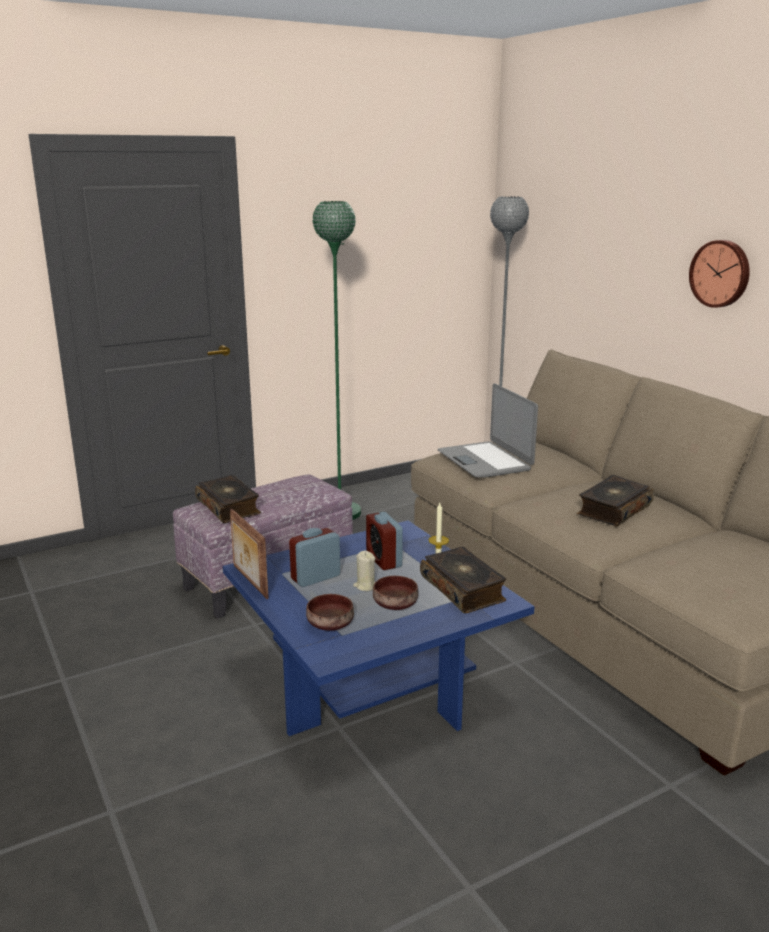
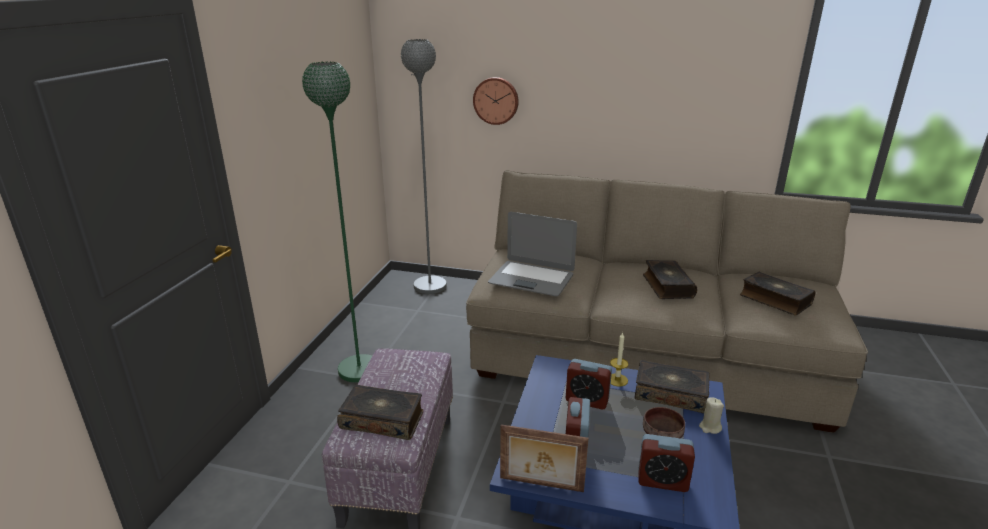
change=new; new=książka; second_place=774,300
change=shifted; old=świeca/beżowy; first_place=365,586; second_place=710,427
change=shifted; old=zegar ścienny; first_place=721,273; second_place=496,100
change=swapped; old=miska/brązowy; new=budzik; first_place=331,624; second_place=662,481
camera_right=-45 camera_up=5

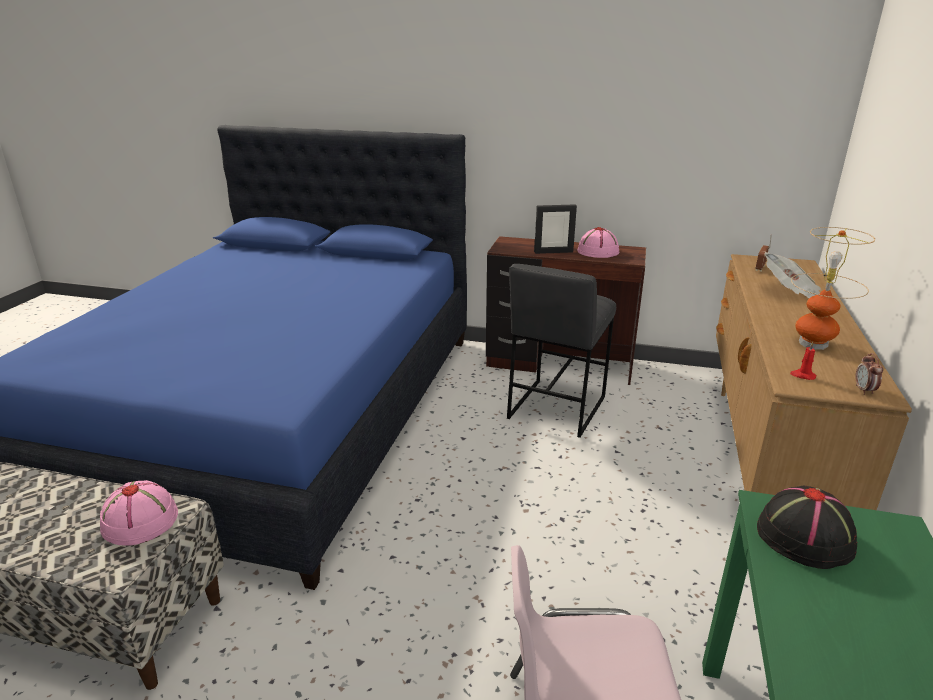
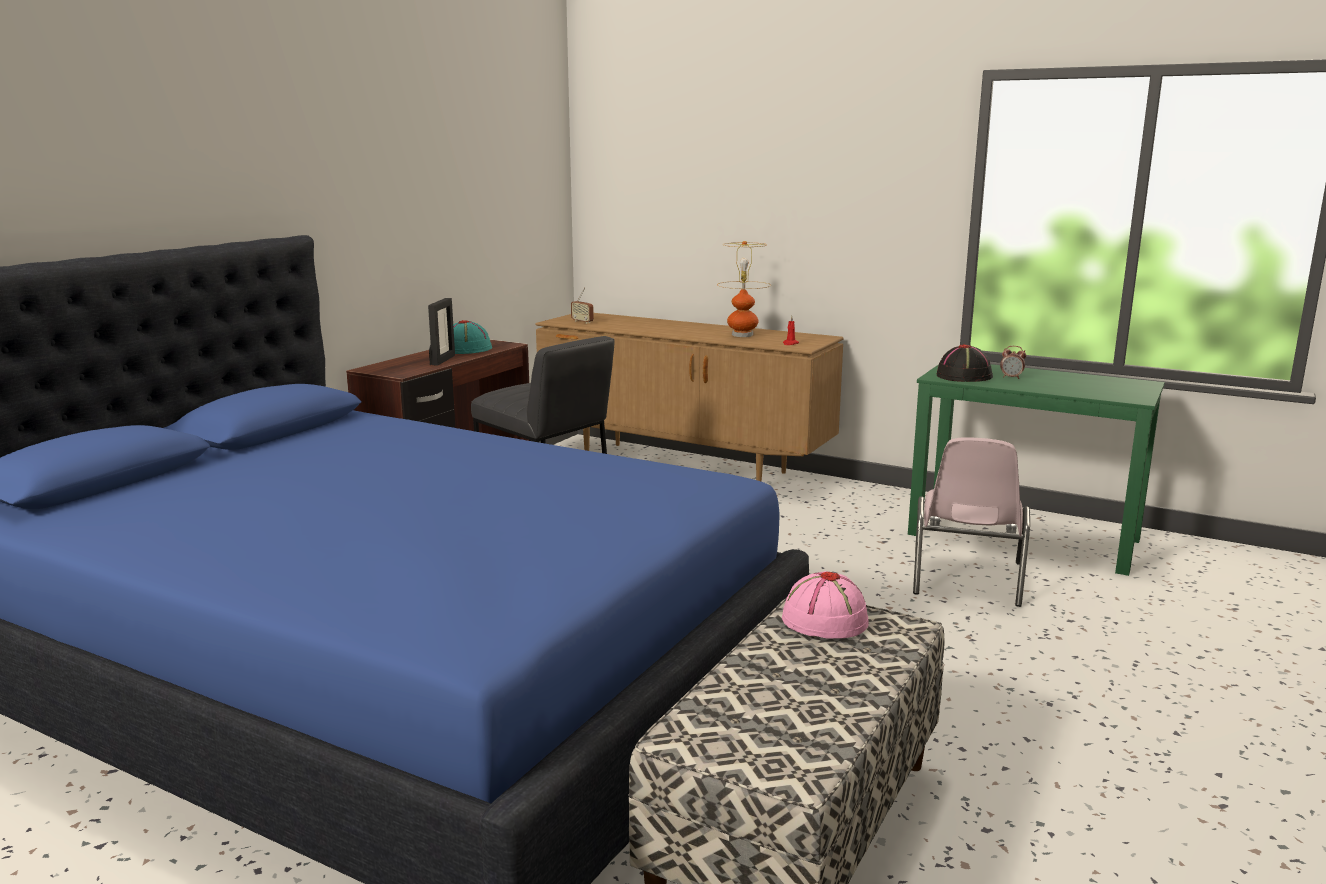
change=gone; old=gazeta; first_place=790,293
change=shifted; old=budzik; first_place=864,390; second_place=1011,377
change=repainted; old=kapelusz/różowy; new=kapelusz/turkusowy; first_place=598,252; second_place=467,349
camera_right=-75 camera_up=-10

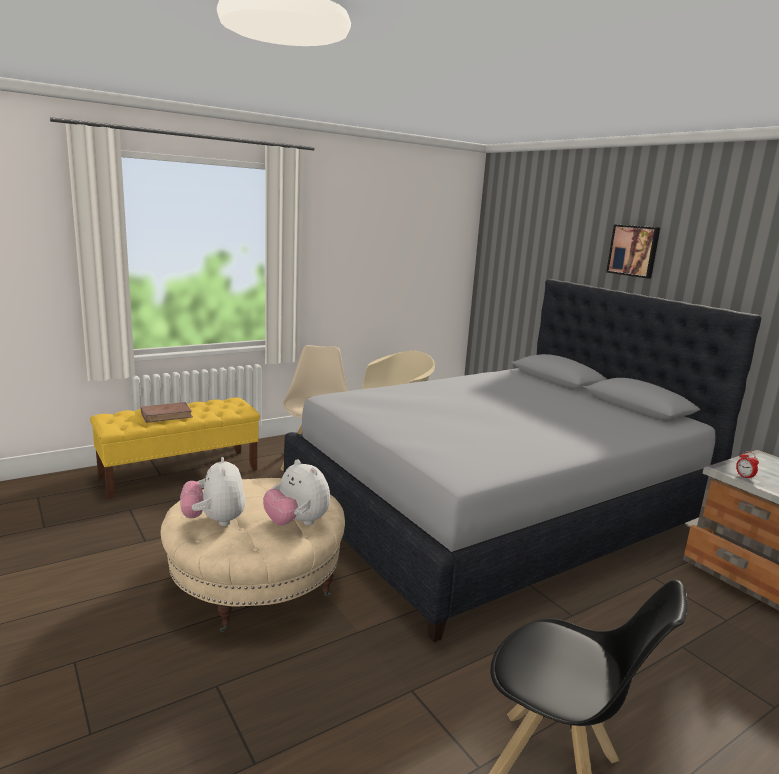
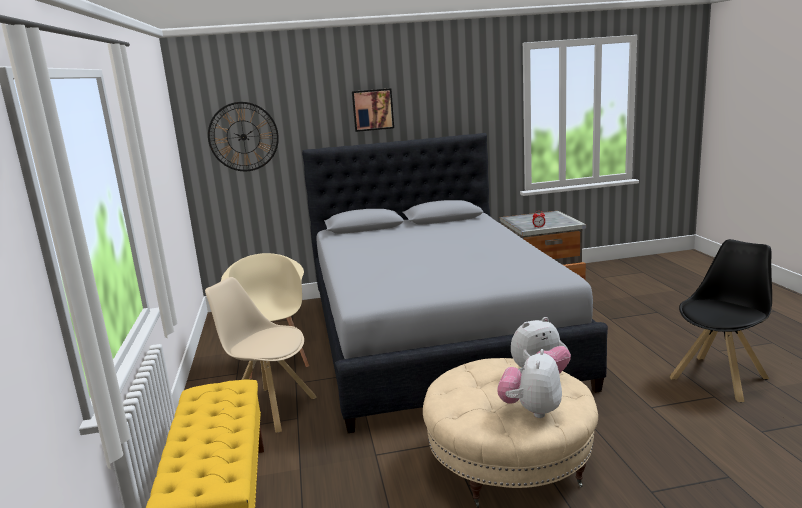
change=gone; old=książka/brązowy; first_place=166,415
change=new; new=zegar ścienny; second_place=243,137
change=rotated; old=pluszak; first_place=215,521; second_place=531,410; degrees=105
camera_right=-65 camera_up=0

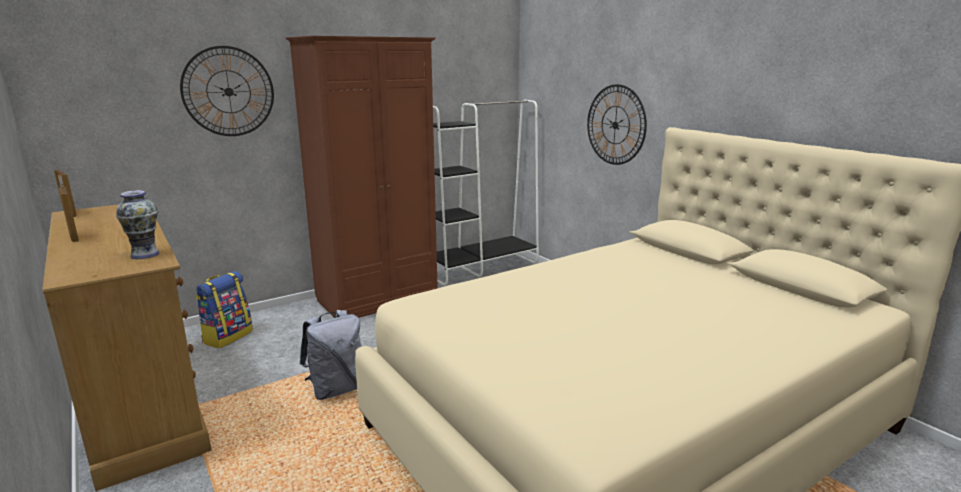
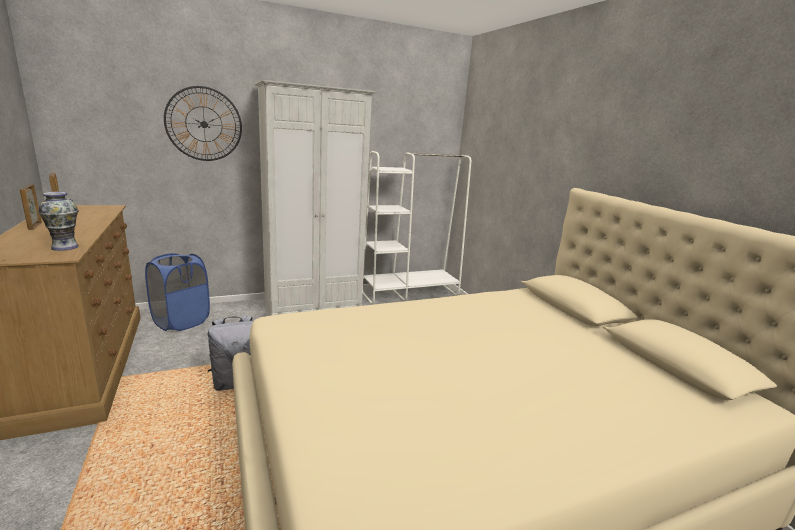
change=gone; old=zegar ścienny; first_place=615,125
change=swapped; old=plecak; new=kosz na pranie/niebieski; first_place=227,337; second_place=181,321
change=repainted; old=szafa/brązowy; new=szafa/biały; first_place=377,298; second_place=312,307
change=repainted; old=wieszak/czarny; new=wieszak/biały; first_place=482,269; second_place=410,294
camera_right=10 camera_up=0

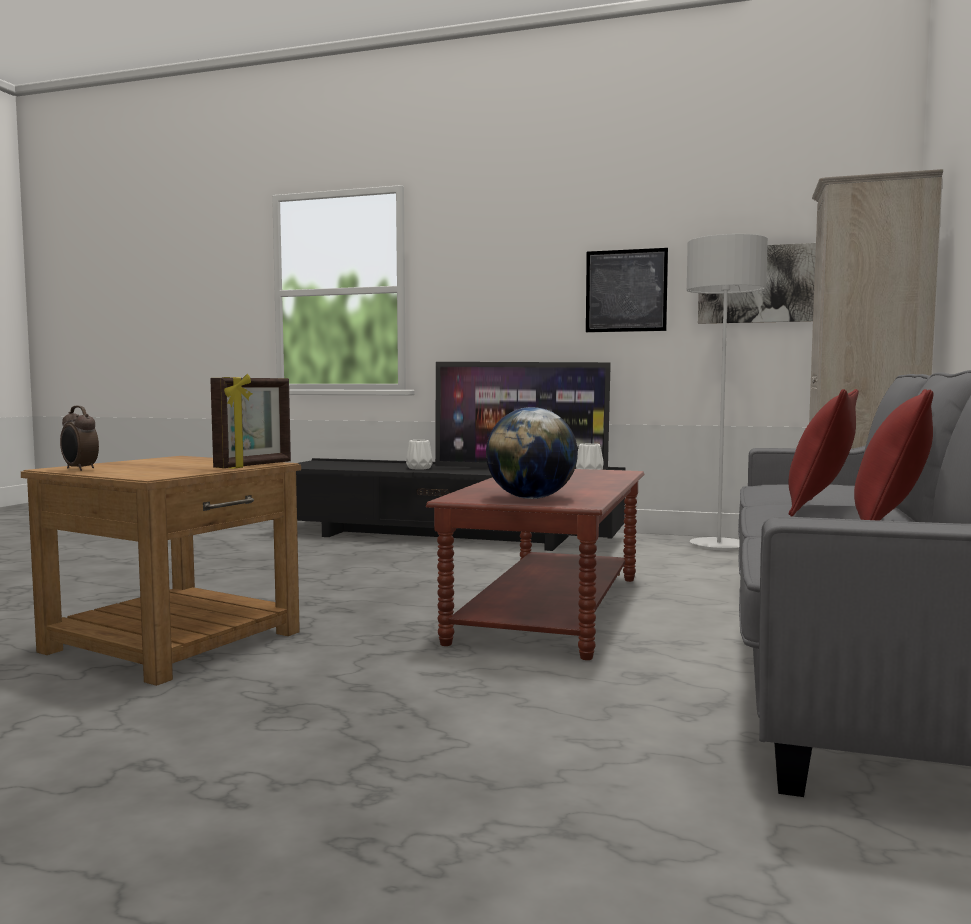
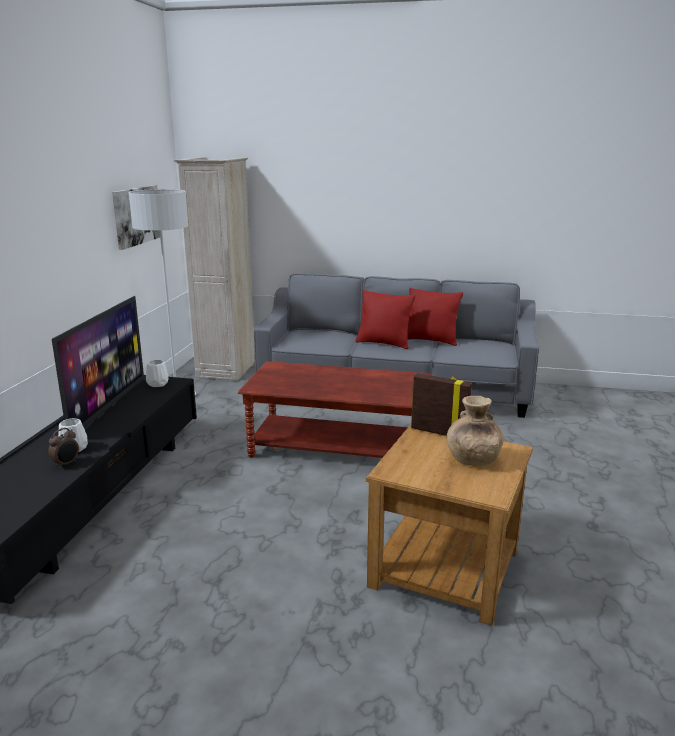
change=gone; old=globus; first_place=531,498
change=gone; old=obraz; first_place=626,291
change=new; new=wazon/brązowy; second_place=472,459
change=shifted; old=budzik; first_place=79,469; second_place=66,464
camera_right=-95 camera_up=15

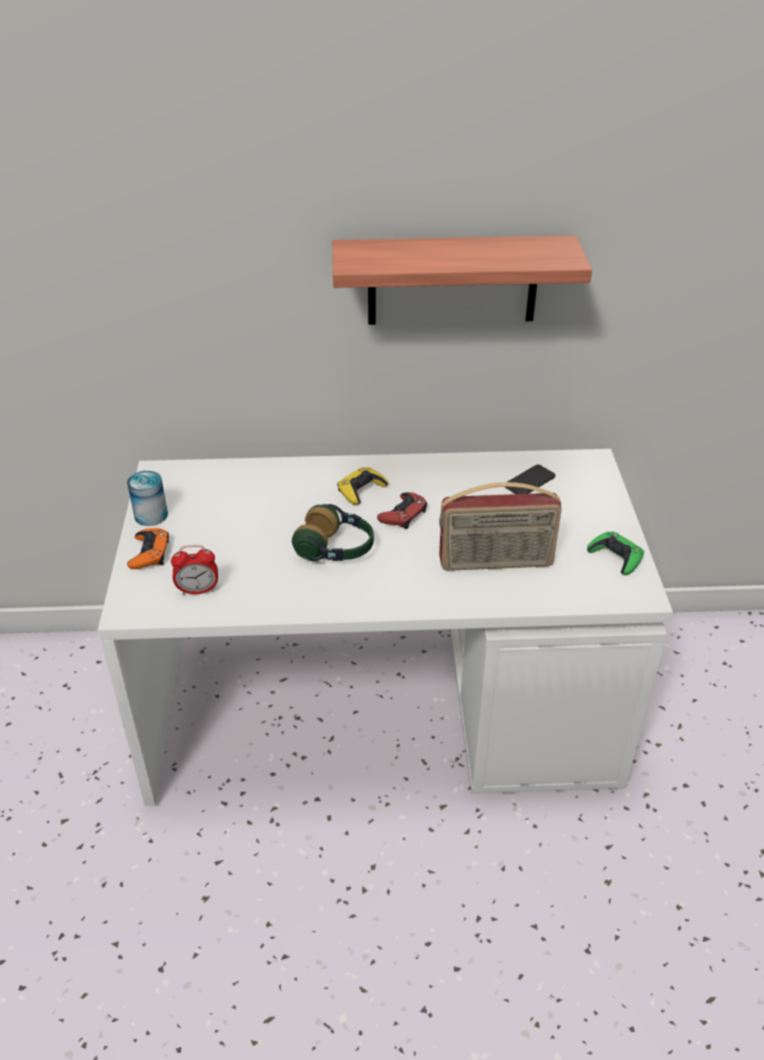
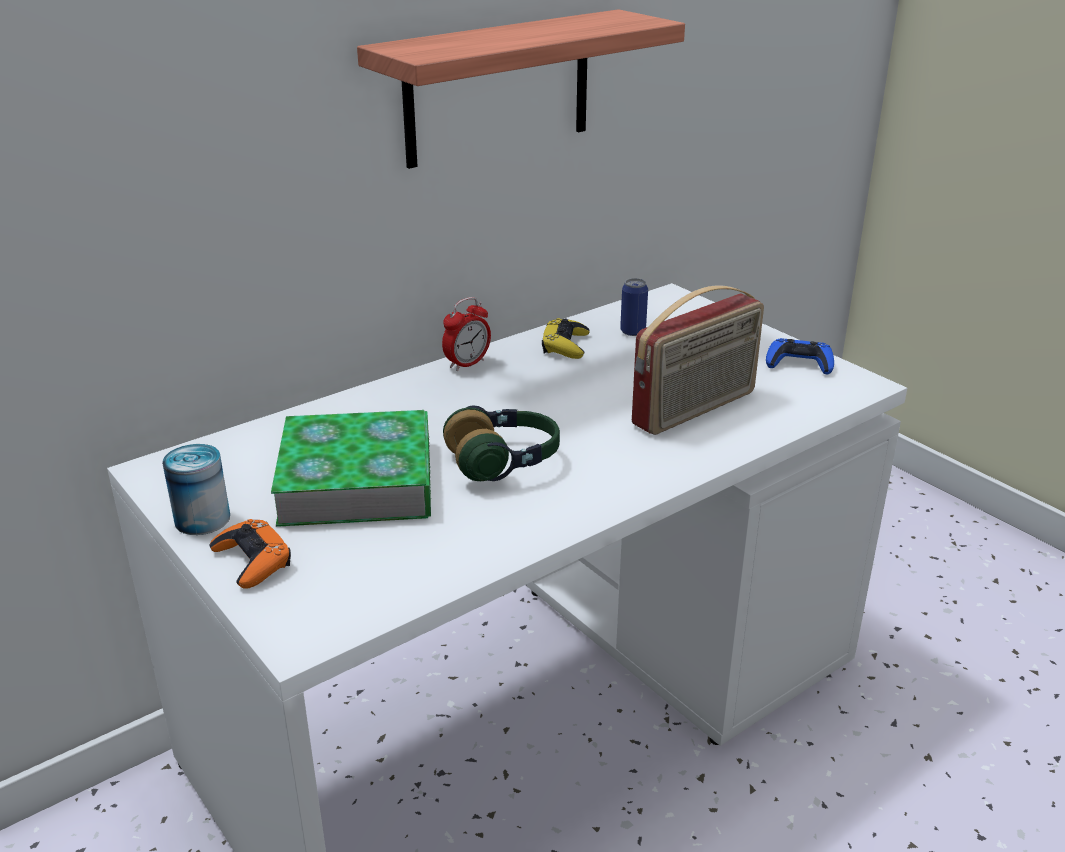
change=gone; old=pad do gier/czerwony; first_place=403,514
change=new; new=książka; second_place=357,481
change=shifted; old=budzik; first_place=198,590; second_place=467,364
change=shifted; old=pad do gier/żółty; first_place=361,490; second_place=565,345
change=swapped; old=telefon; new=puszka; first_place=529,481; second_place=632,331
change=repainted; old=pad do gier/zielony; new=pad do gier/niebieski; first_place=615,557; second_place=799,363
camera_right=-35 camera_up=-10

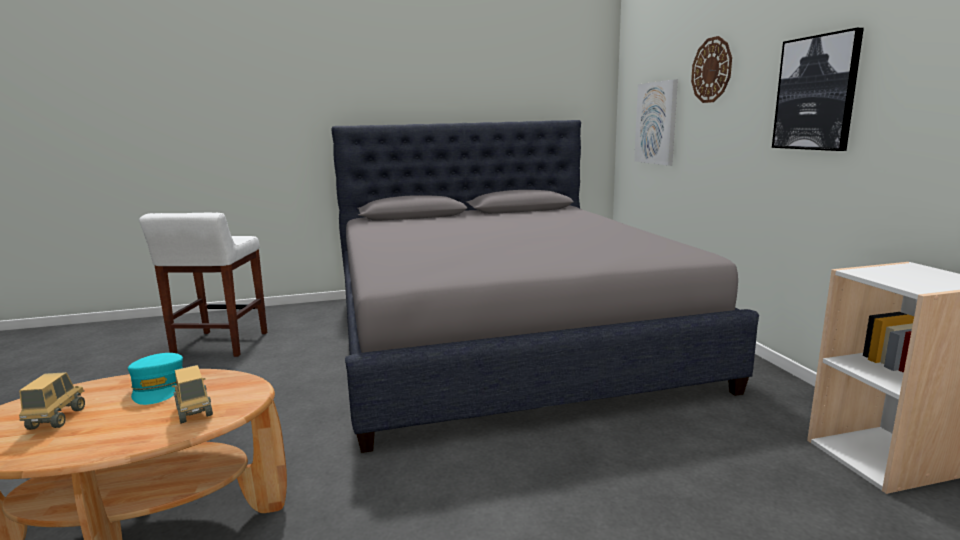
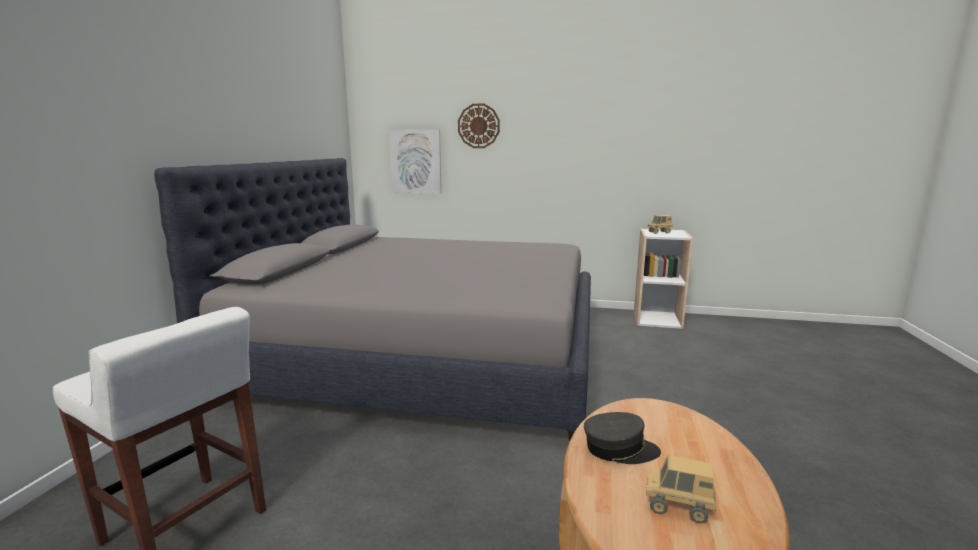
change=gone; old=obraz; first_place=816,93
change=shifted; old=ciężarówka zabawkowa; first_place=194,412; second_place=659,232
change=repainted; old=czapka z daszkiem/turkusowy; new=czapka z daszkiem/szary; first_place=159,388; second_place=619,449
camera_right=-65 camera_up=0

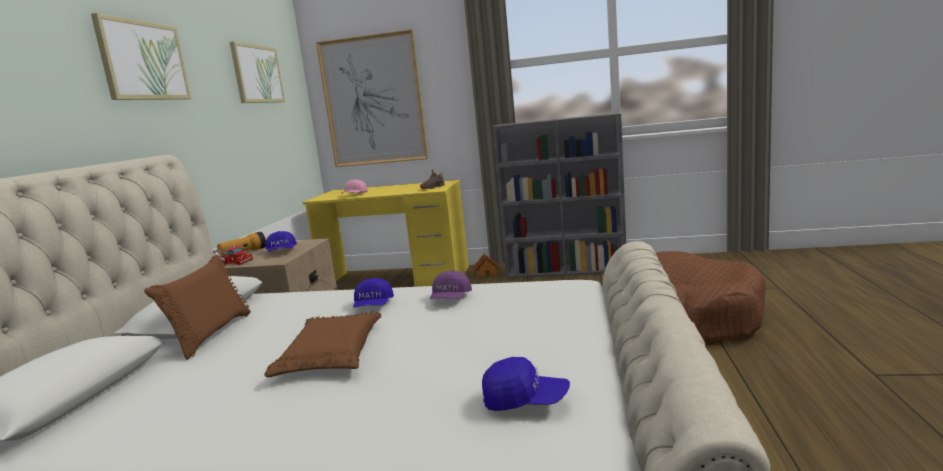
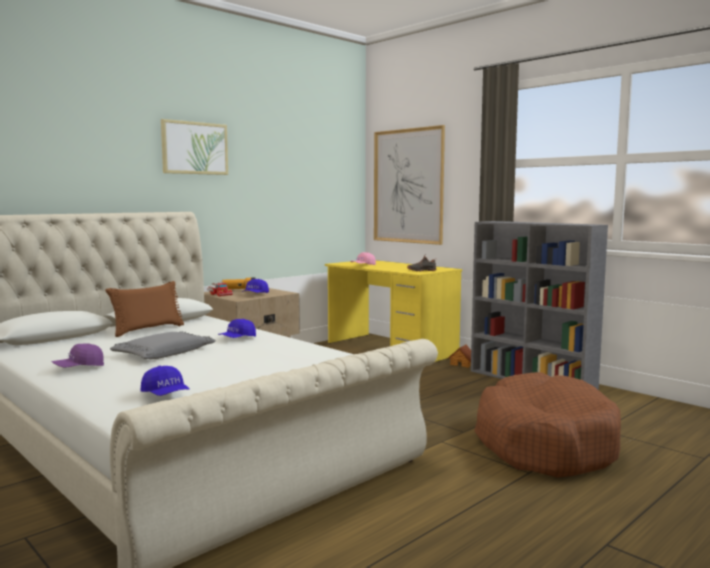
change=gone; old=obraz; first_place=257,74
change=shifted; old=czapka z daszkiem/fioletowy; first_place=451,299; second_place=79,368
change=repainted; old=poduszka/brązowy; new=poduszka/szary; first_place=331,352; second_place=165,352
camera_right=35 camera_up=-5

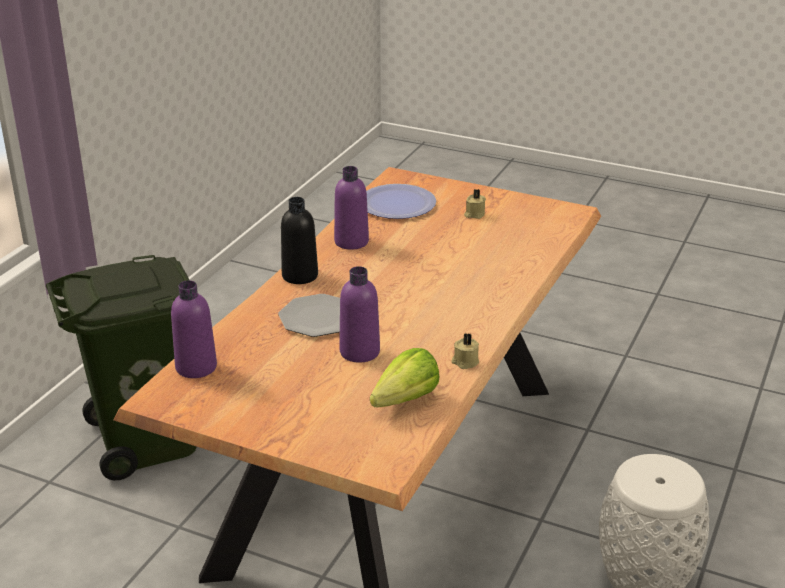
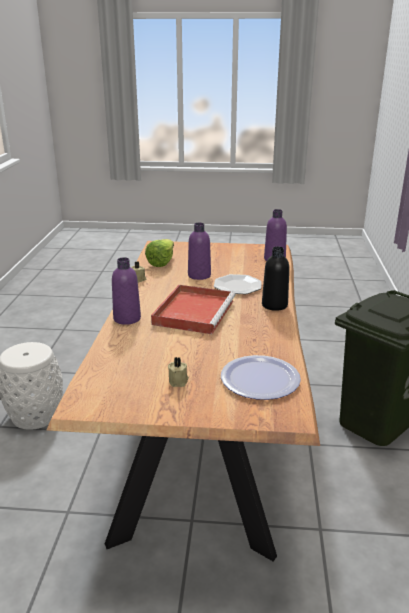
change=new; new=taca/czerwony; second_place=194,311
change=shifted; old=butelka/fioletowy; first_place=351,242; second_place=127,318
camera_right=160 camera_up=-5

